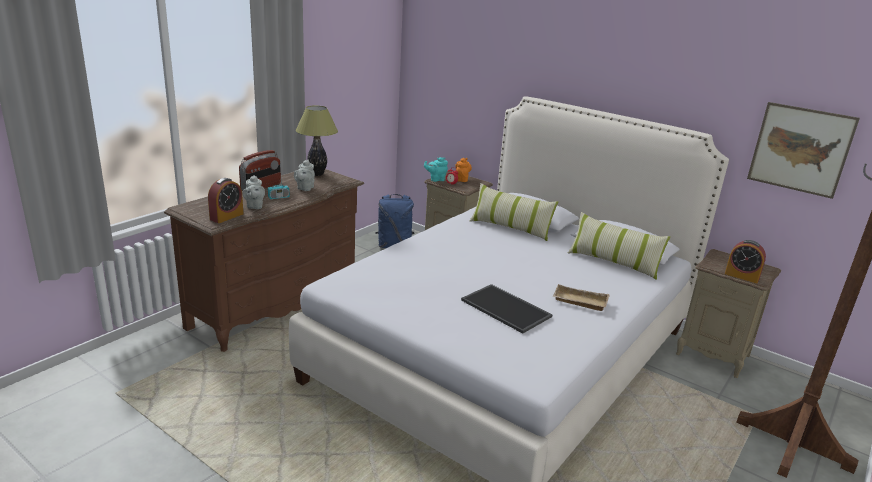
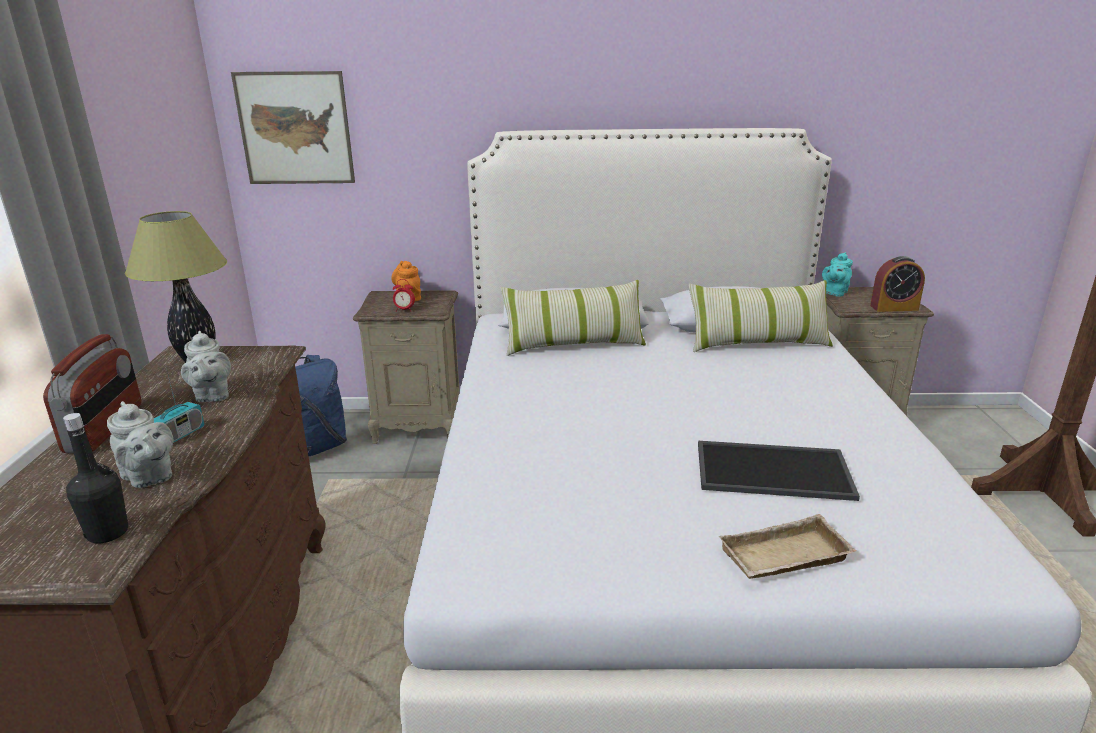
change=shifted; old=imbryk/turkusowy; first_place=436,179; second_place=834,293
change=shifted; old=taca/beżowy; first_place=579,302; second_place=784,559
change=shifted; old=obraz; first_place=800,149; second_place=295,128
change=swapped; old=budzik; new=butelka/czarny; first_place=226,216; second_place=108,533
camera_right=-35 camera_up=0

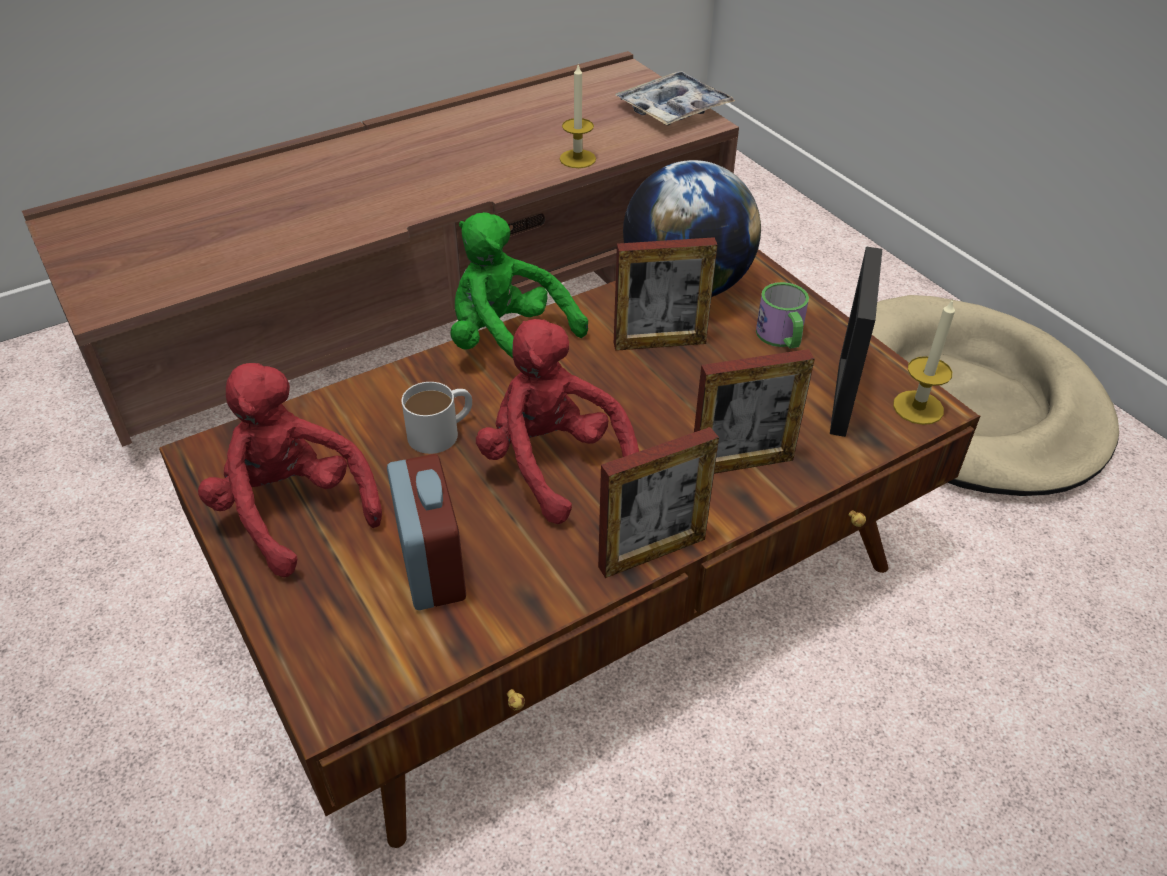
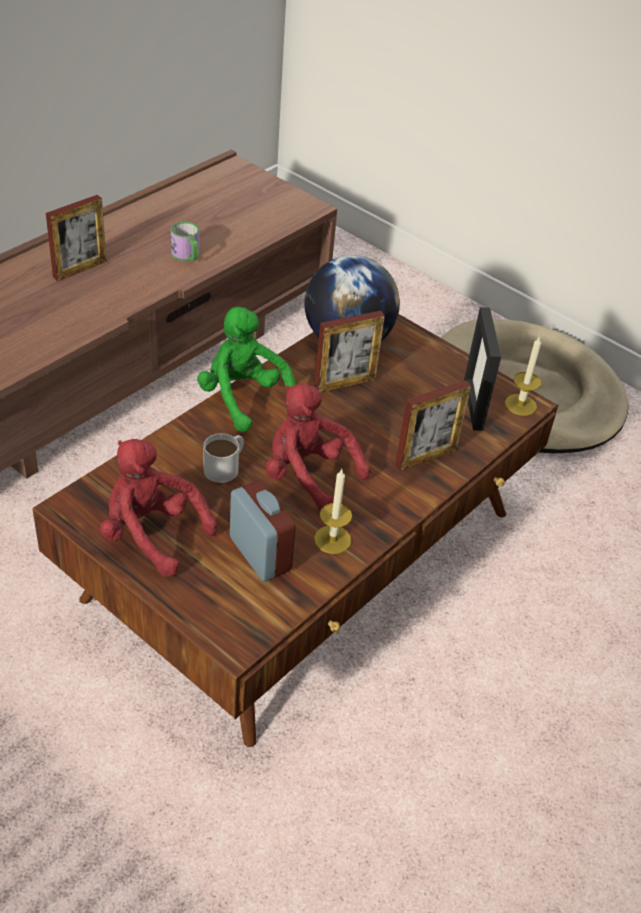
change=gone; old=taca; first_place=673,109
change=shifted; old=świeca; first_place=577,159; second_place=332,539
change=shifted; old=ramka na zdjęcie; first_place=652,553; second_place=80,269
change=shifted; old=kubek; first_place=782,338; second_place=187,256
change=rotated; old=pluszak/zielony; first_place=508,344; second_place=243,399; degrees=45
camera_right=-20 camera_up=0

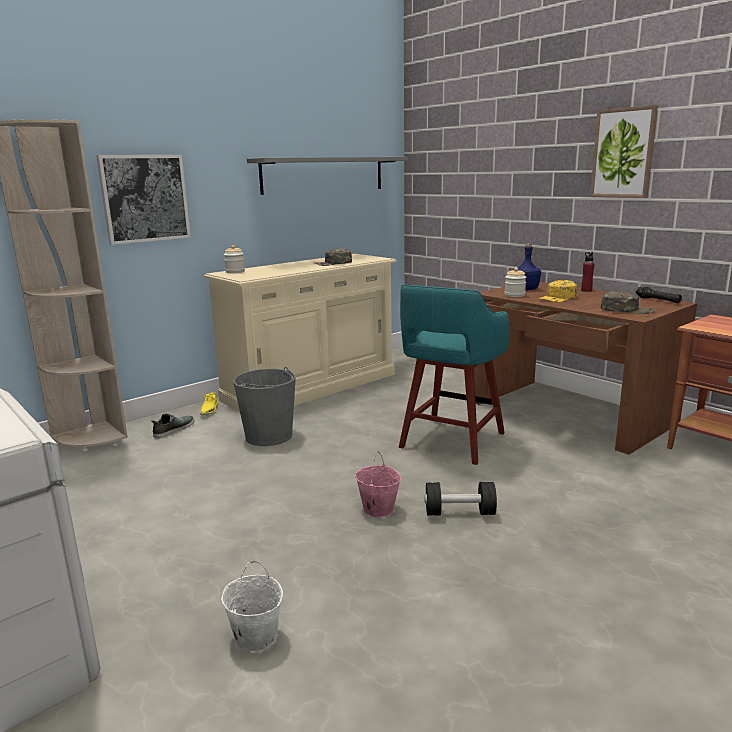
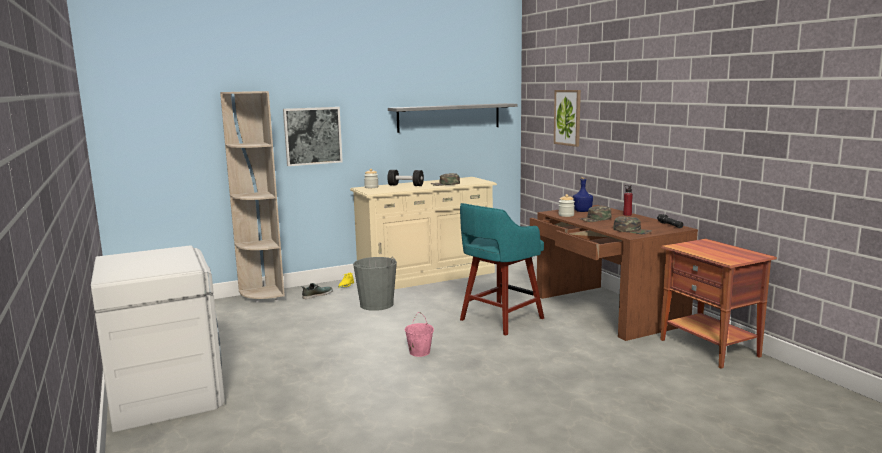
change=gone; old=wiadro/biały; first_place=255,636
change=shifted; old=hantel/czarny; first_place=459,512; second_place=405,185
change=shifted; old=obraz; first_place=623,153; second_place=568,117
change=repainted; old=czapka z daszkiem/żółty; new=czapka z daszkiem/zielony; first_place=558,298; second_place=595,219
camera_right=15 camera_up=-5

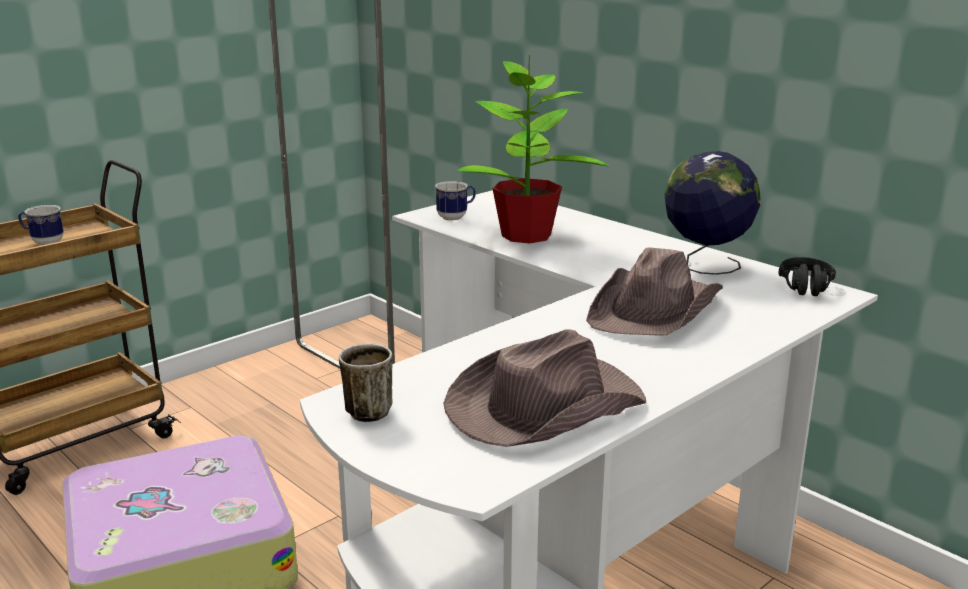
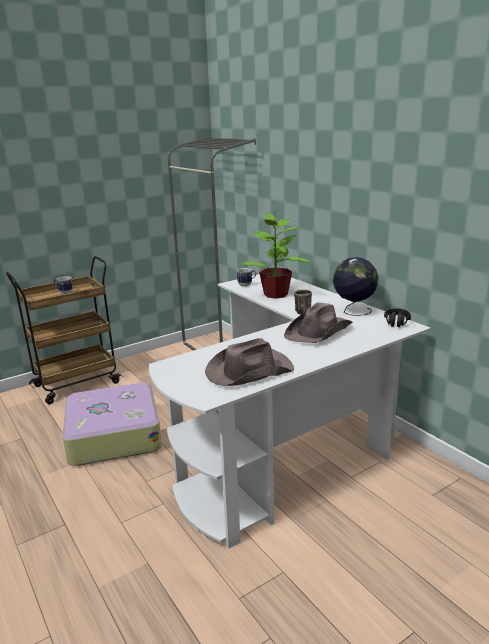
change=shifted; old=kubek; first_place=368,409; second_place=302,311
camera_right=10 camera_up=0

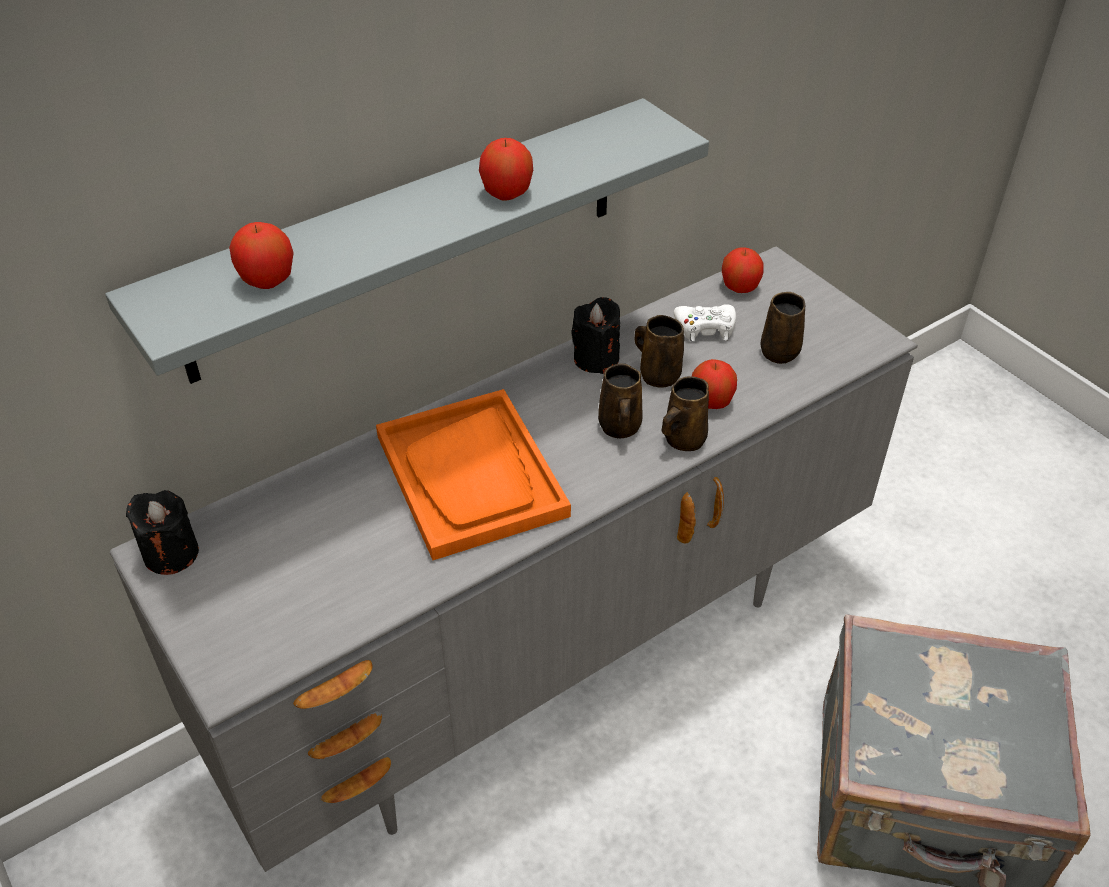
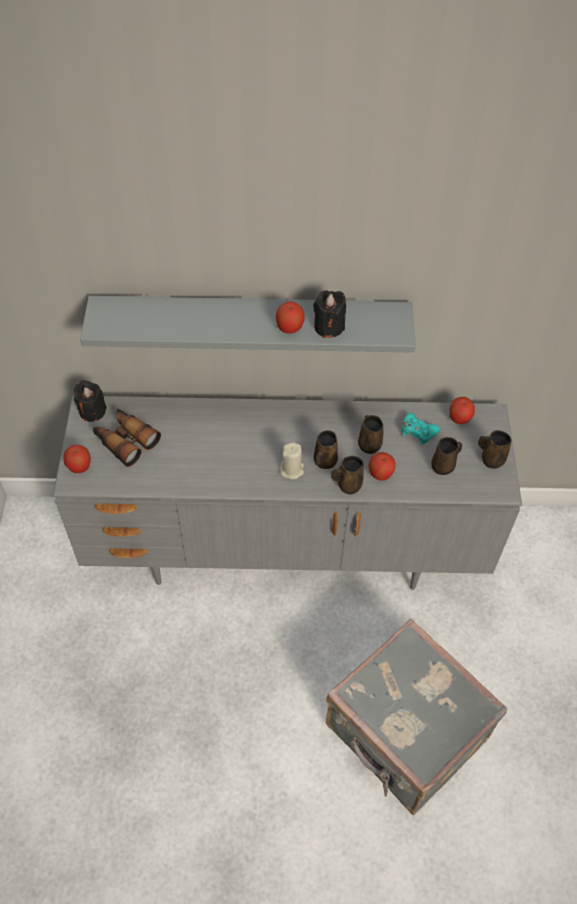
change=gone; old=taca/pomarańczowy; first_place=471,476
change=new; new=lornetka; second_place=125,441
change=new; new=świeca/beżowy; second_place=292,470
change=new; new=kubek/brązowy; second_place=491,459
change=shifted; old=jabłko; first_place=267,280; second_place=79,466
change=shifted; old=świeca/czarny; first_place=596,358; second_place=329,327
change=repainted; old=pad do gier/biały; new=pad do gier/turkusowy; first_place=705,328; second_place=418,431
camera_right=35 camera_up=10

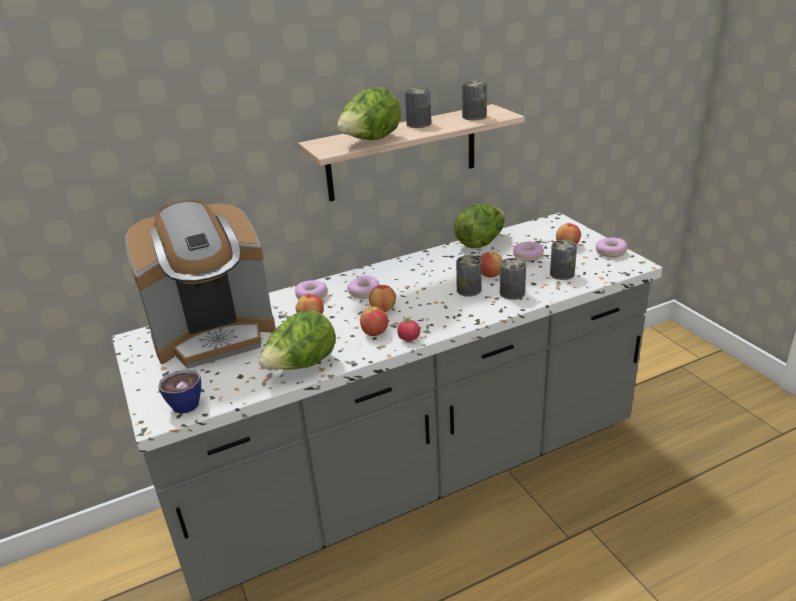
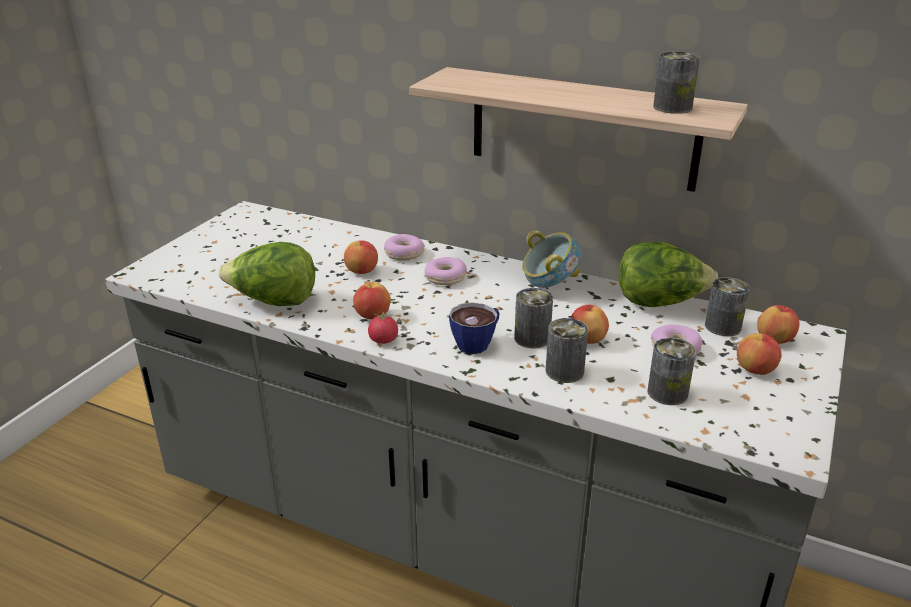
change=gone; old=ekspres do kawy; first_place=215,334
change=gone; old=sałata; first_place=370,141
change=gone; old=donut; first_place=610,252
change=new; new=miska; second_place=548,286
change=shifted; old=filiżanka; first_place=186,401; second_place=478,342
change=shifted; old=jabłko; first_place=383,309; second_place=774,340
change=shifted; old=puszka; first_place=418,124; second_place=722,326
camera_right=50 camera_up=0

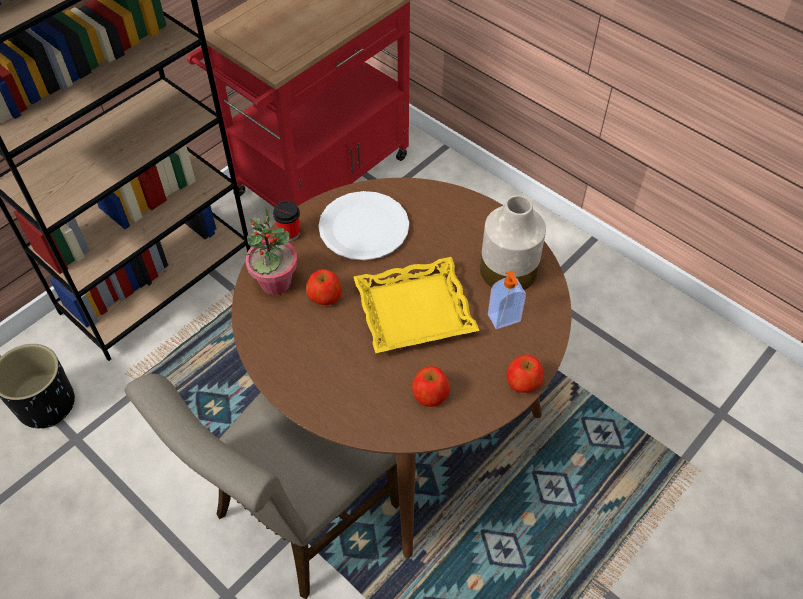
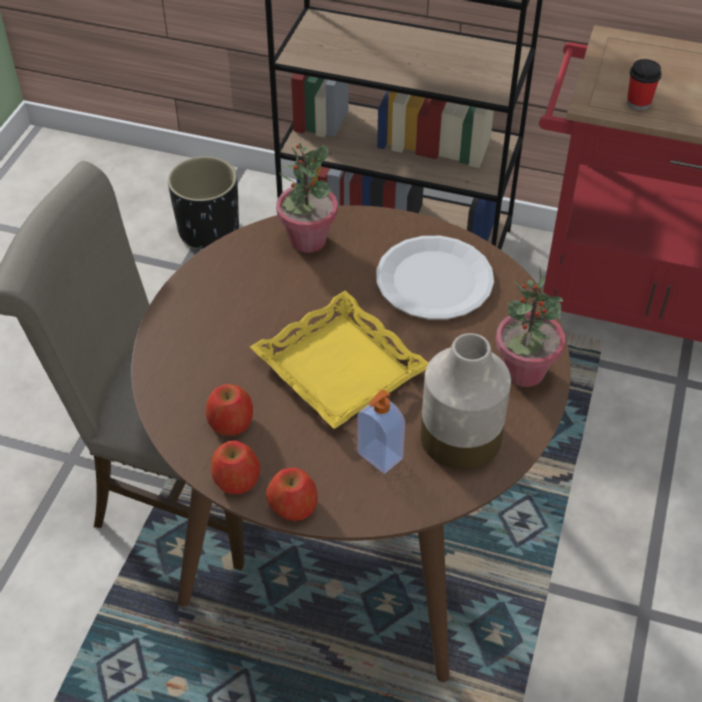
change=new; new=roślina doniczkowa; second_place=524,372
change=shifted; old=filiżanka; first_place=289,233; second_place=638,103
change=shifted; old=jabłko; first_place=324,296; second_place=236,479
camera_right=65 camera_up=-5

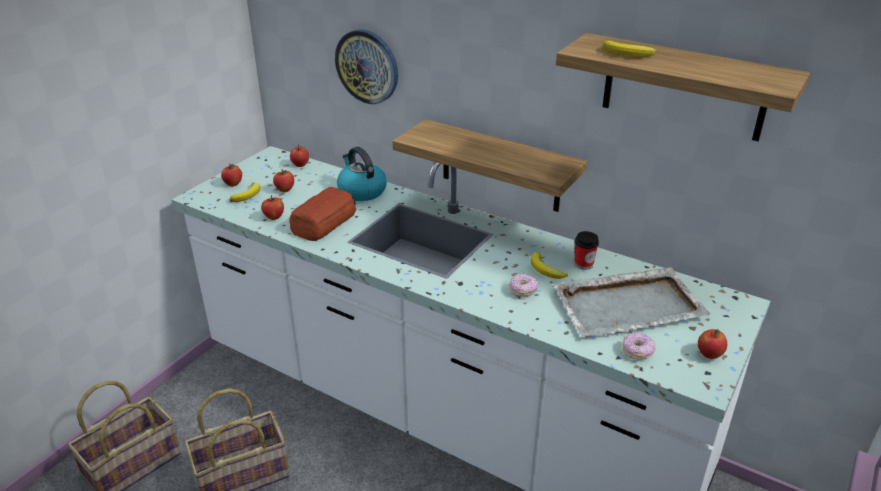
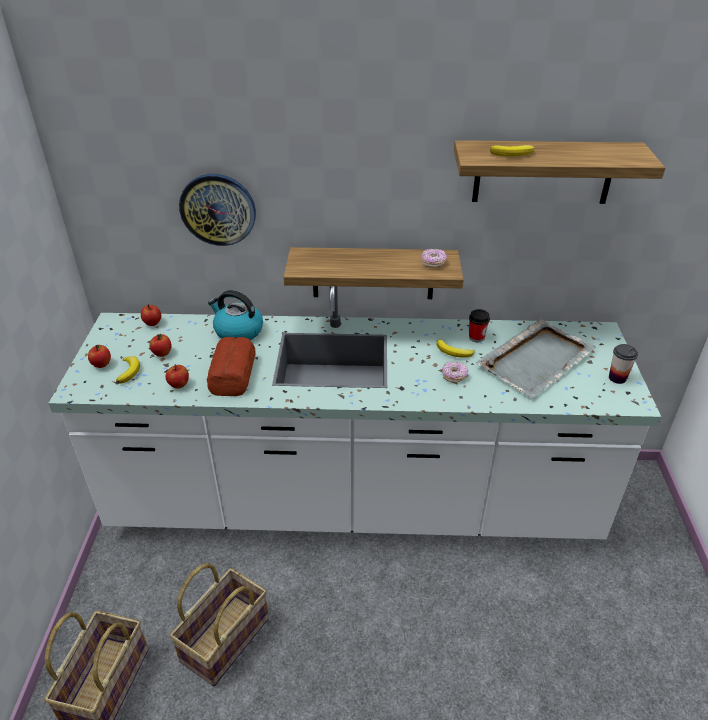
change=shifted; old=donut; first_place=637,352; second_place=433,263
change=swapped; old=jabłko; new=filiżanka; first_place=709,354; second_place=617,378
camera_right=-30 camera_up=5

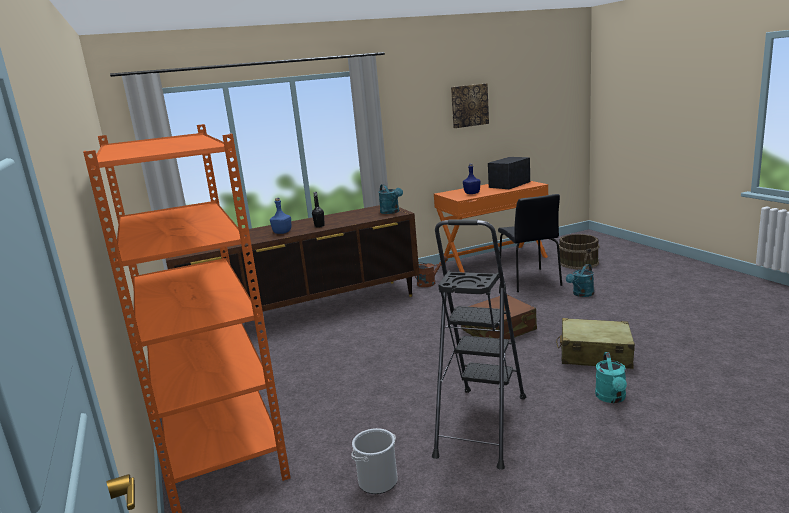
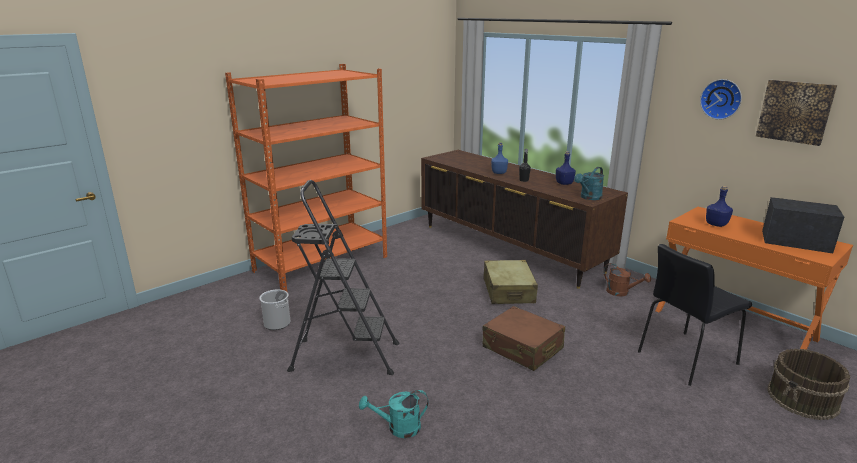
change=gone; old=konewka/turkusowy; first_place=581,294
change=new; new=butelka/niebieski; second_place=564,183
change=new; new=zegar ścienny; second_place=721,99
change=shifted; old=walizka/beżowy; first_place=594,355; second_place=508,291
camera_right=70 camera_up=5

